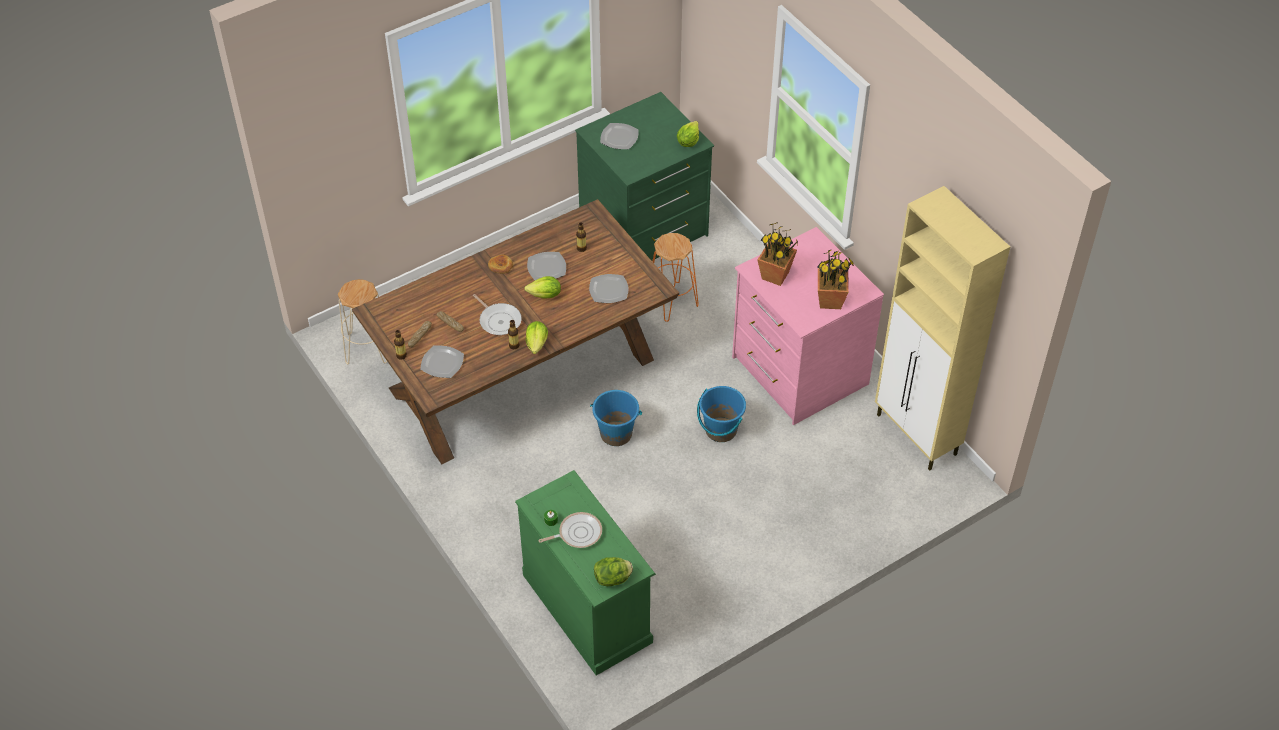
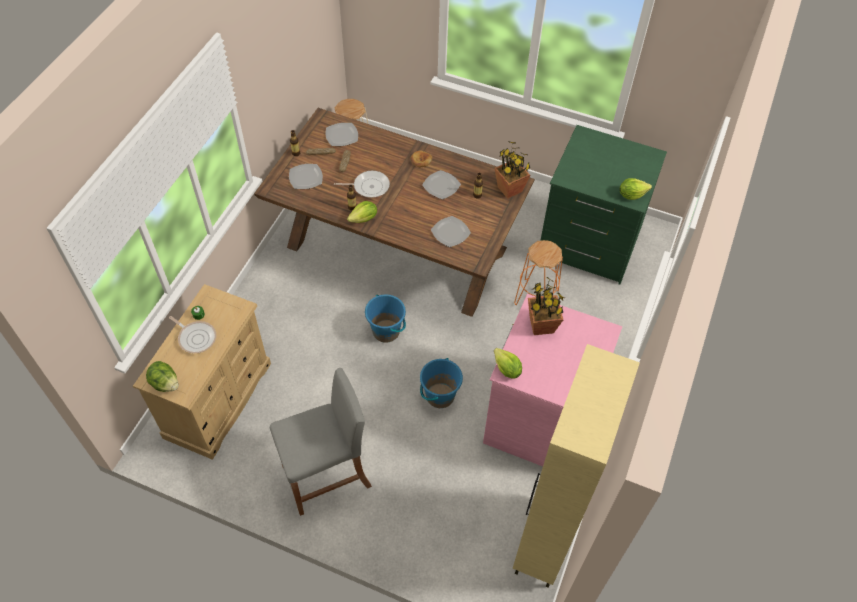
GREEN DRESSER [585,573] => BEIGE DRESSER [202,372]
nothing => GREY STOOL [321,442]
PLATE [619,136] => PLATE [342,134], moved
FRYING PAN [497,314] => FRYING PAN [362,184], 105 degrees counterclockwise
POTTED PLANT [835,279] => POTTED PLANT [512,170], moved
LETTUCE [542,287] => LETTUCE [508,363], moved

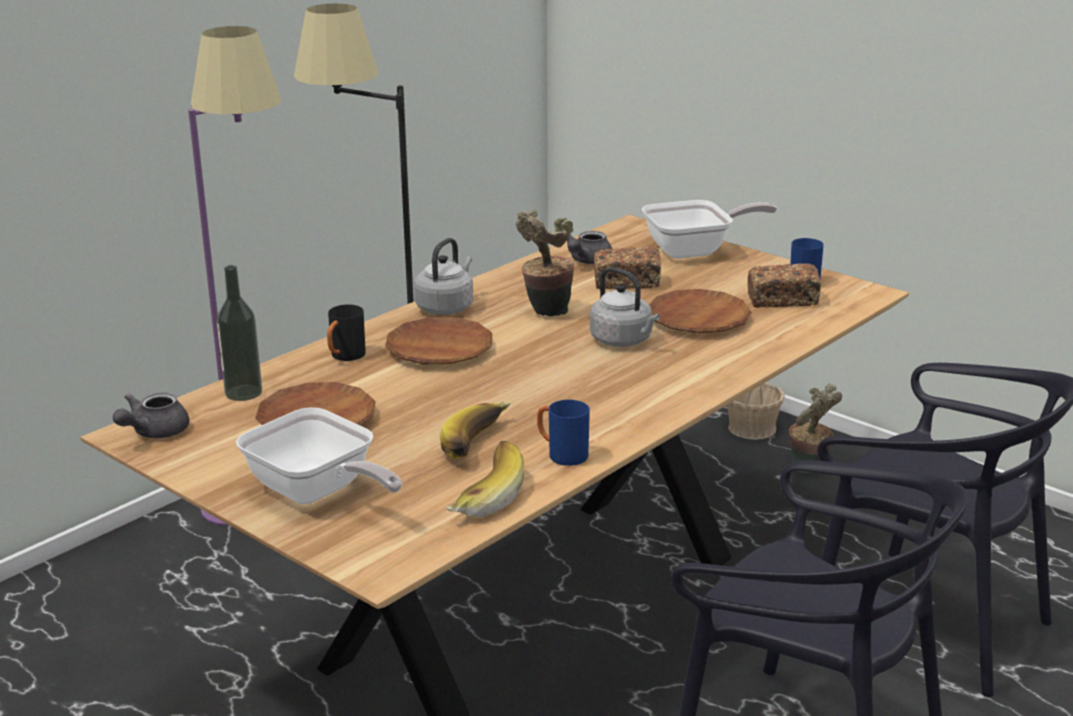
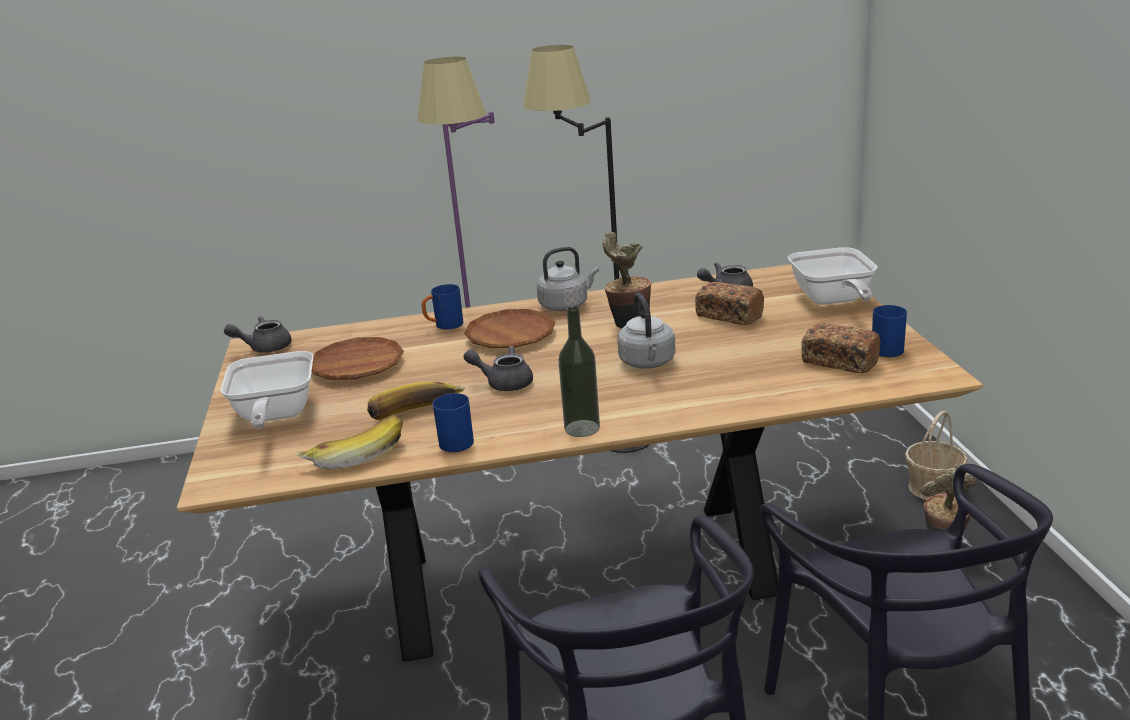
BLACK MUG [346,332] => BLUE MUG [442,307]
nothing => GREY TEAPOT [498,368]
BOTTLE [239,333] => BOTTLE [579,371], moved
FRYING PAN [709,229] => FRYING PAN [833,276], 60 degrees clockwise
BROWN PLATE [700,311] => nothing

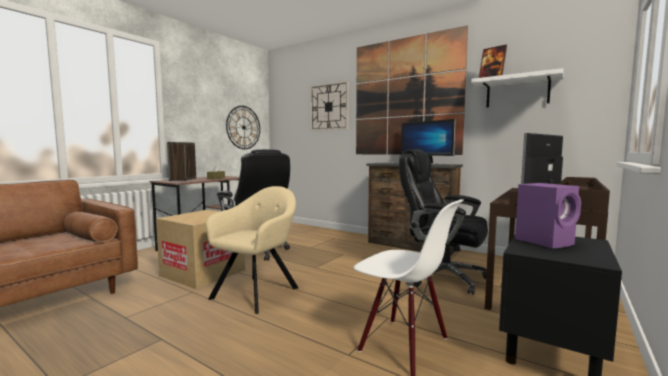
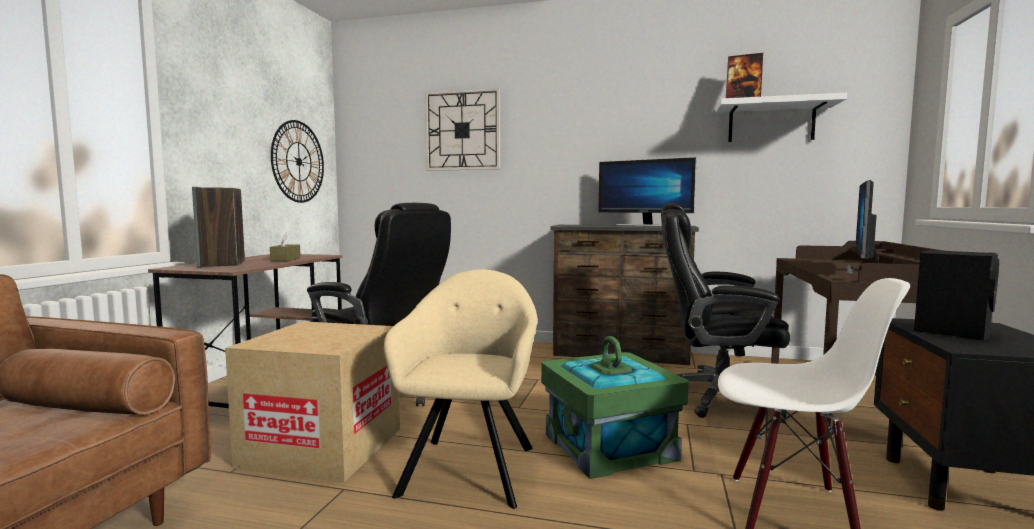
nothing => GREEN STORAGE BOX [615,407]
PURPLE SPEAKER [548,215] => BLACK SPEAKER [956,295]
PICTURE [412,90] => nothing

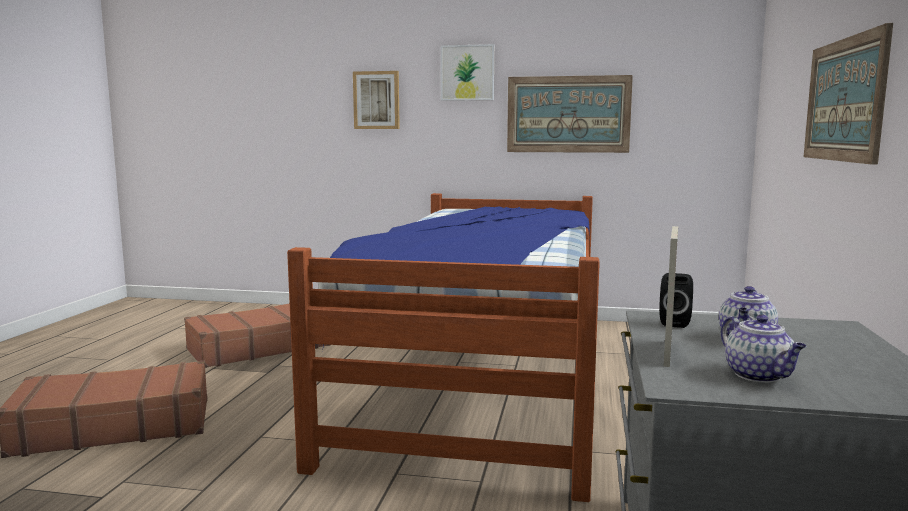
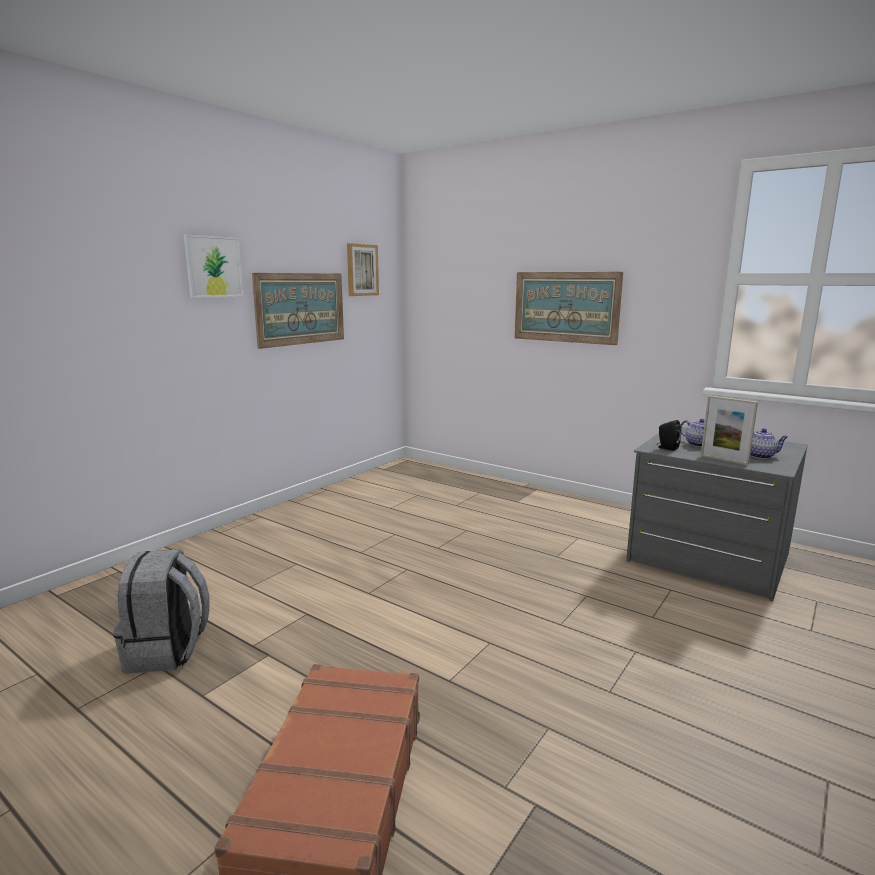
BROWN SUITCASE [257,335] => GREY BACKPACK [161,611]
PICTURE [376,100] => PICTURE [363,269], moved
BED [443,347] => nothing

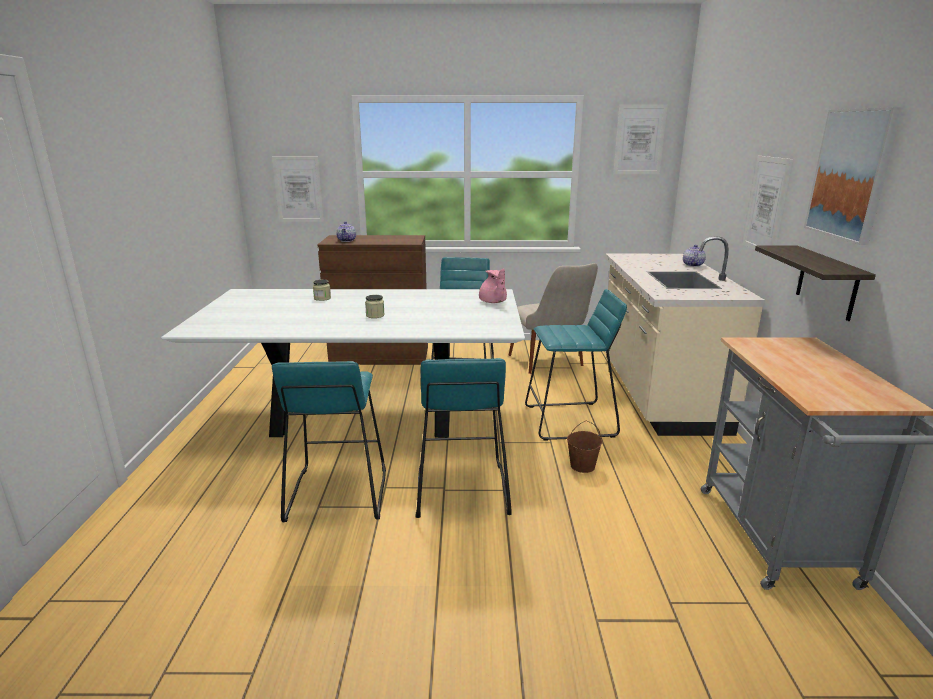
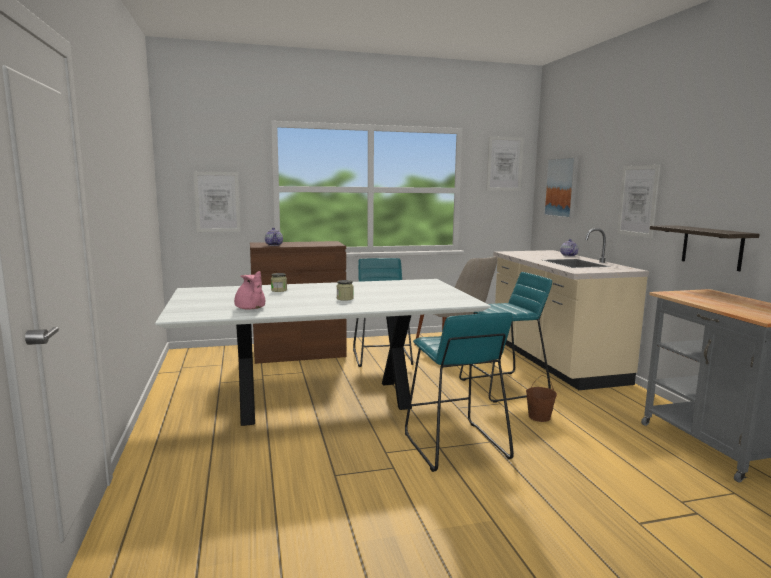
PINK TEAPOT [493,286] => PINK TEAPOT [249,290], moved
PICTURE [853,176] => PICTURE [561,187], moved
TURQUOISE STOOL [329,441] => nothing

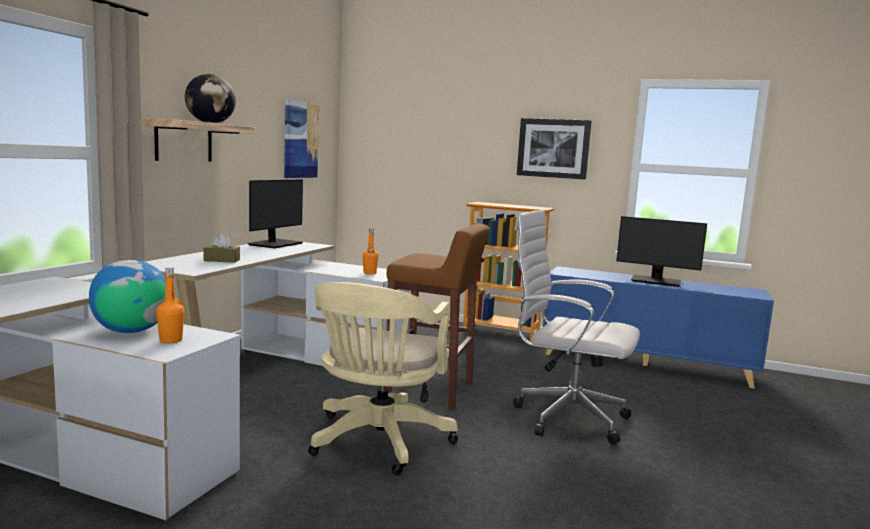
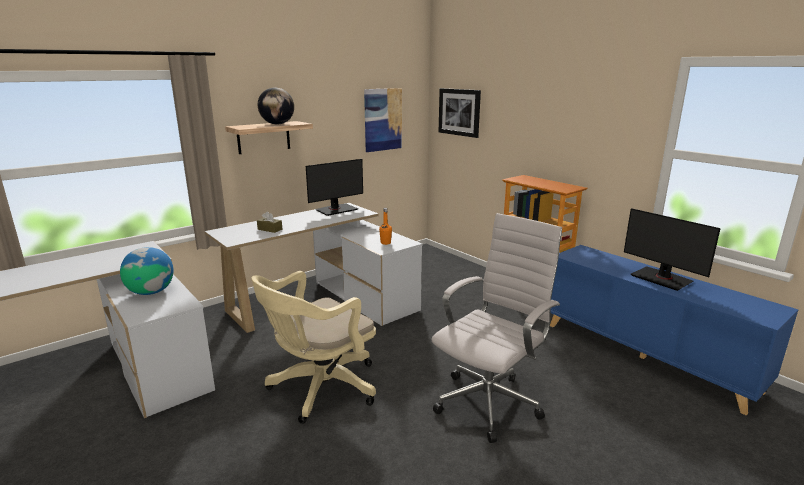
WHITE OFFICE CHAIR [576,327] => WHITE OFFICE CHAIR [497,328], 75 degrees clockwise
PICTURE [554,149] => PICTURE [460,113], moved
ORANGE BOTTLE [170,305] => nothing
BROWN STOOL [438,316] => nothing

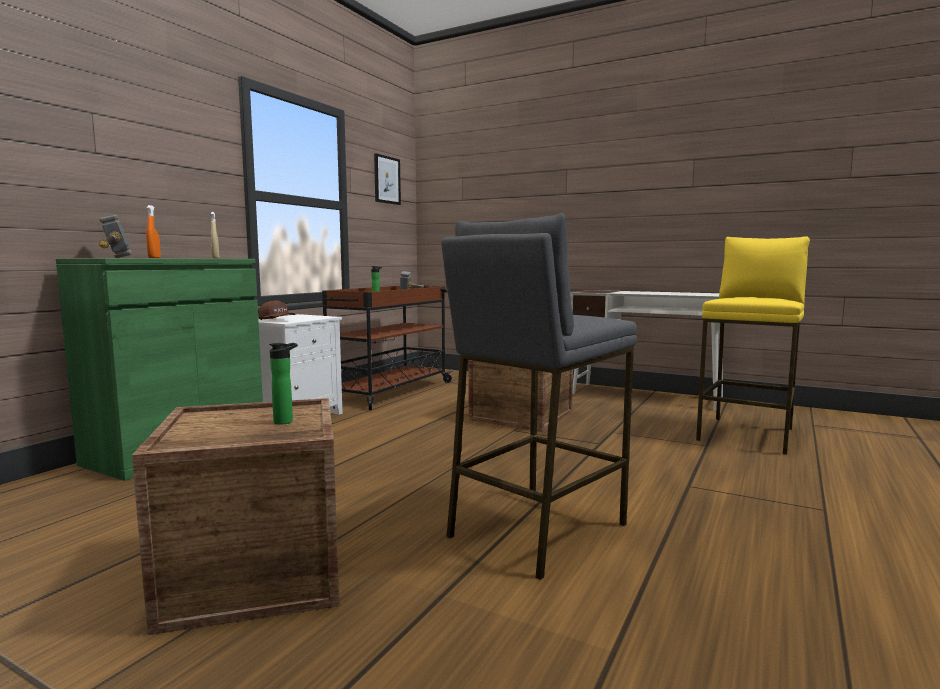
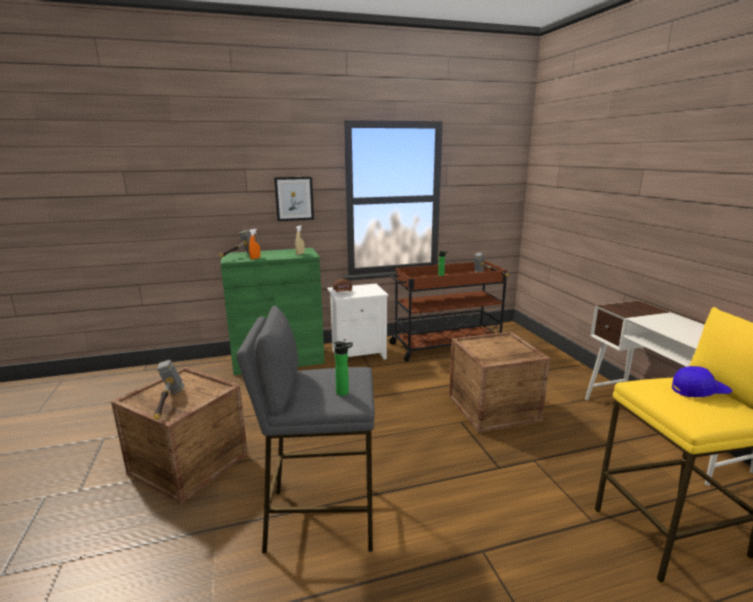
nothing => HAMMER [168,390]
PICTURE [387,179] => PICTURE [294,199], moved
BOTTLE [283,384] => BOTTLE [343,368], moved
nothing => BLUE CAP [702,381]

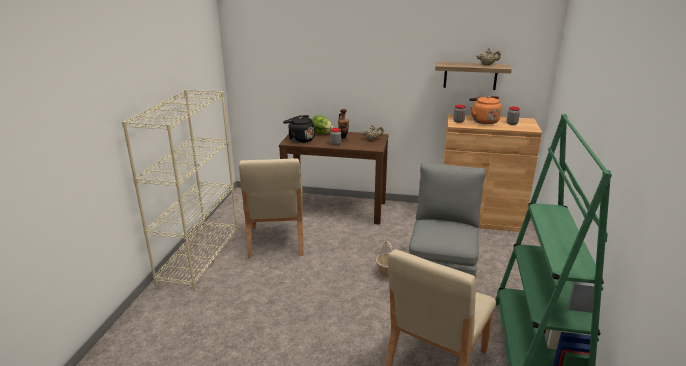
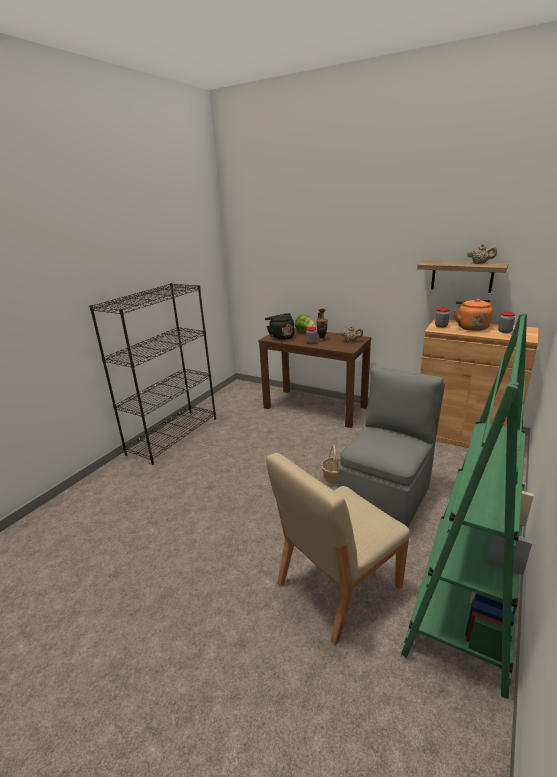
BEIGE BOOKCASE [180,190] => BLACK BOOKCASE [152,374]
BEIGE CHAIR [271,208] => nothing

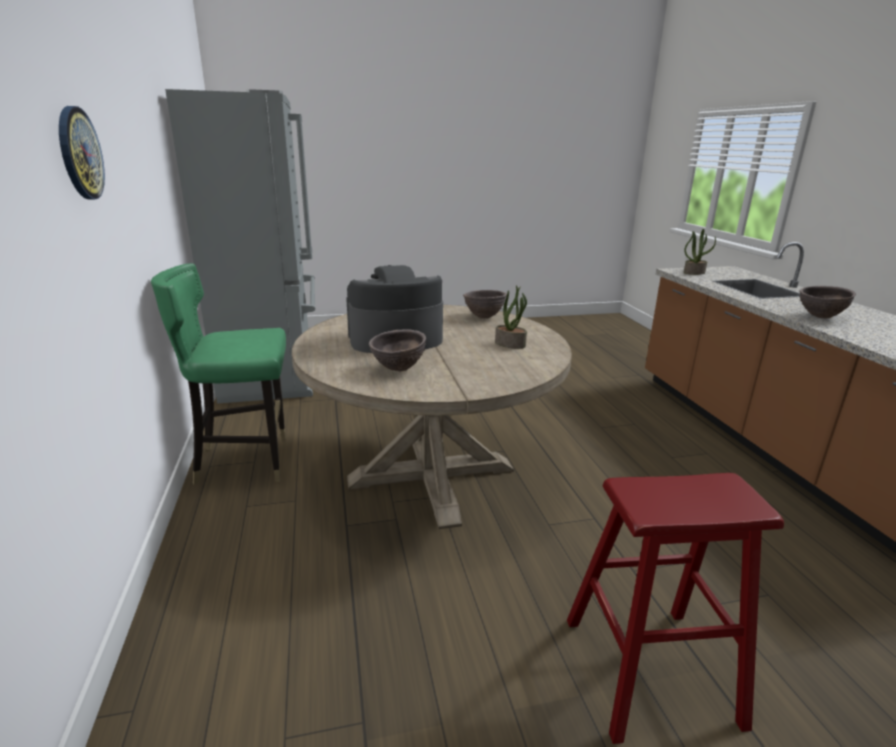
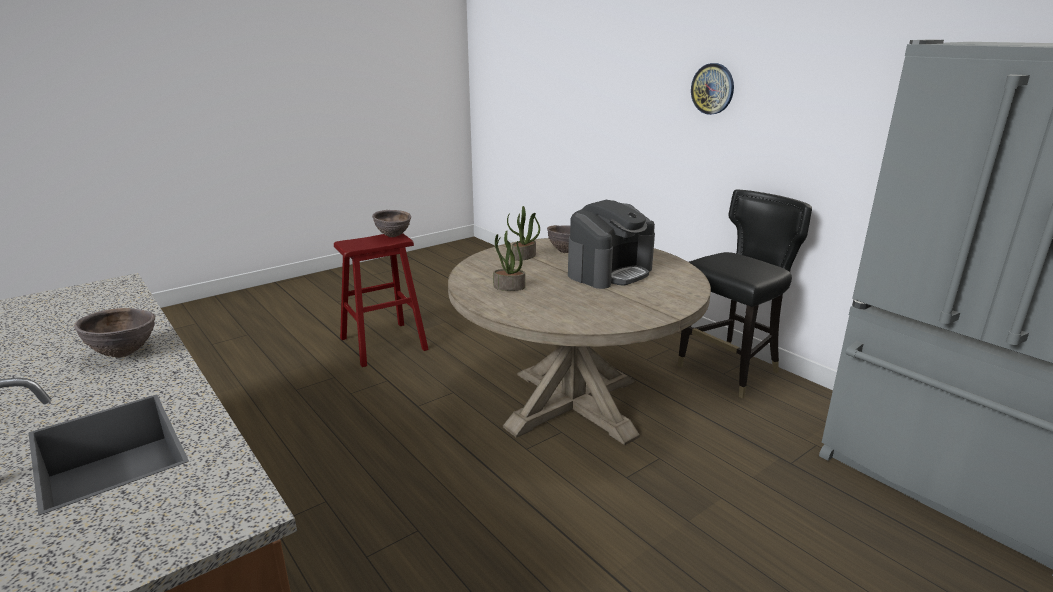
BROWN BOWL [485,304] => BROWN BOWL [391,223], moved
POTTED PLANT [700,252] => POTTED PLANT [523,233], moved
GREEN CHAIR [218,374] => BLACK CHAIR [744,294]

